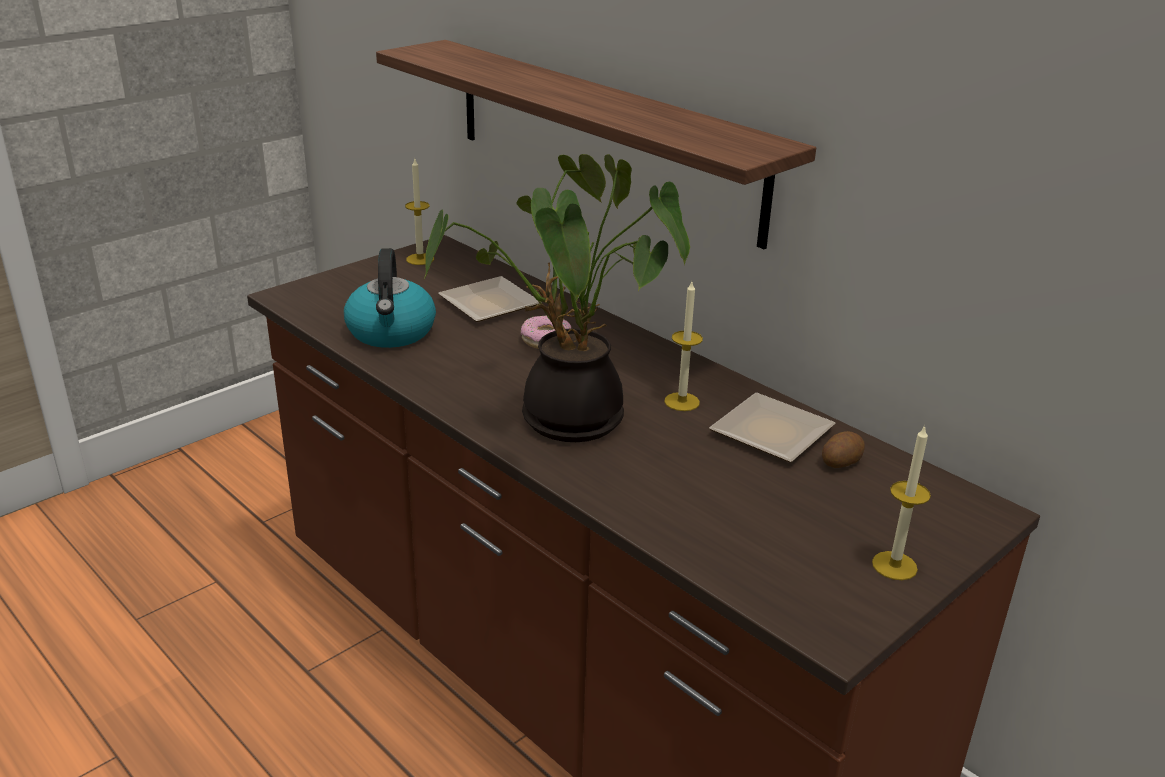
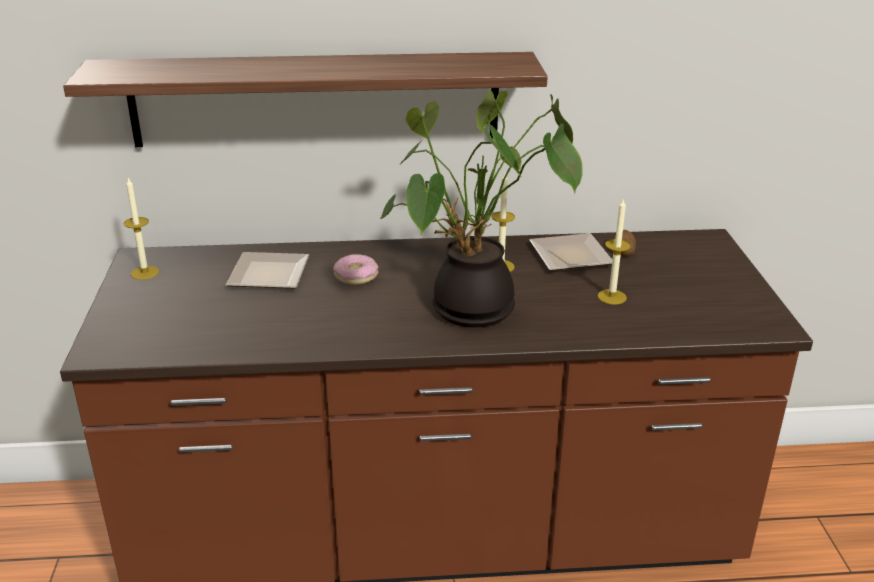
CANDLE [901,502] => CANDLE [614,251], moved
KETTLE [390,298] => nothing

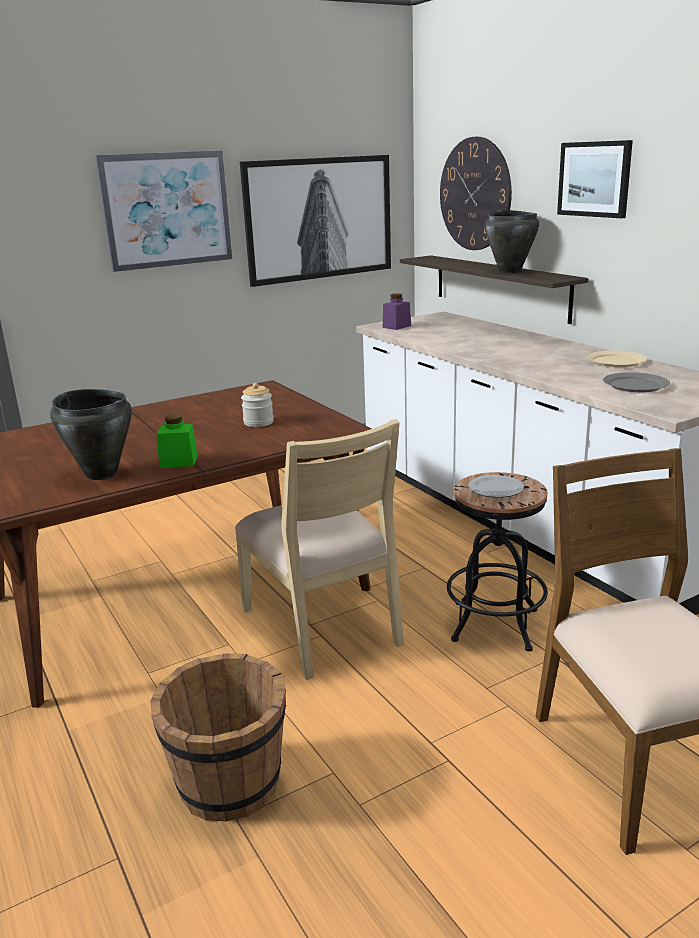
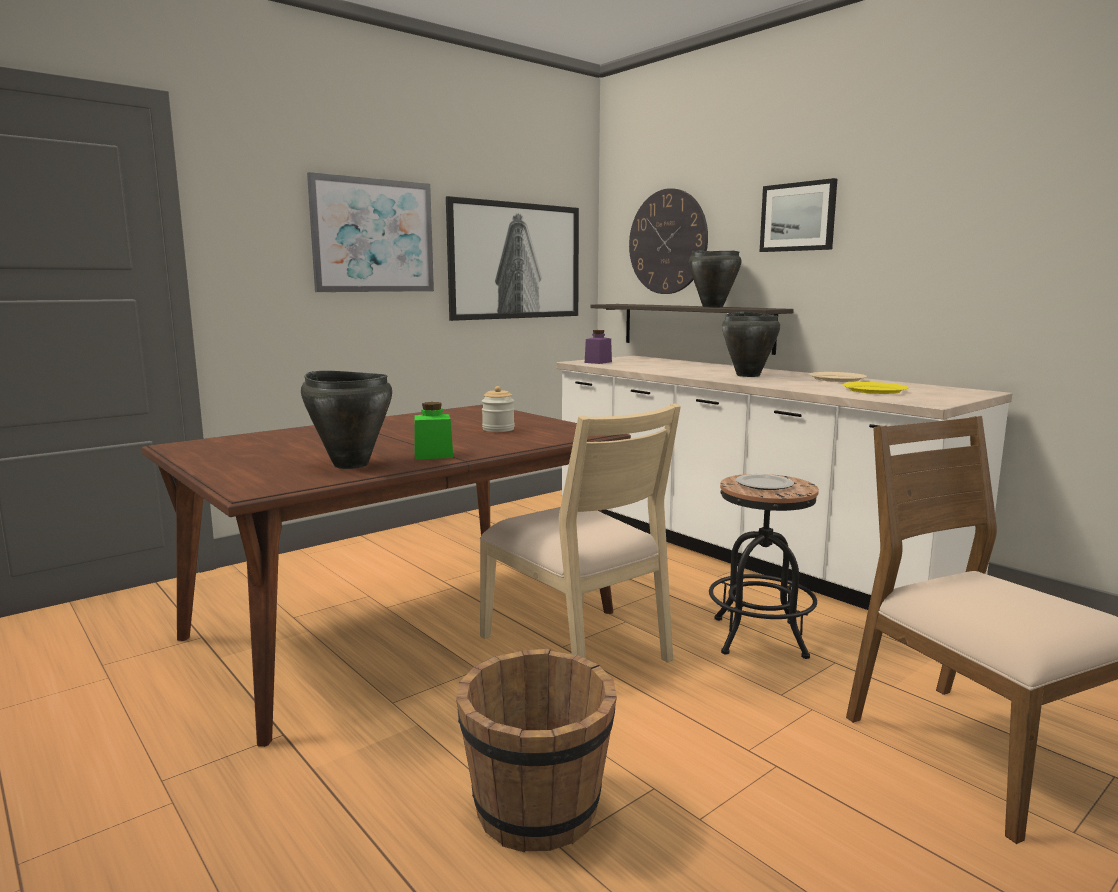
nothing => BLACK COOKING POT [751,344]
GREY PLATE [636,382] => YELLOW PLATE [875,388]

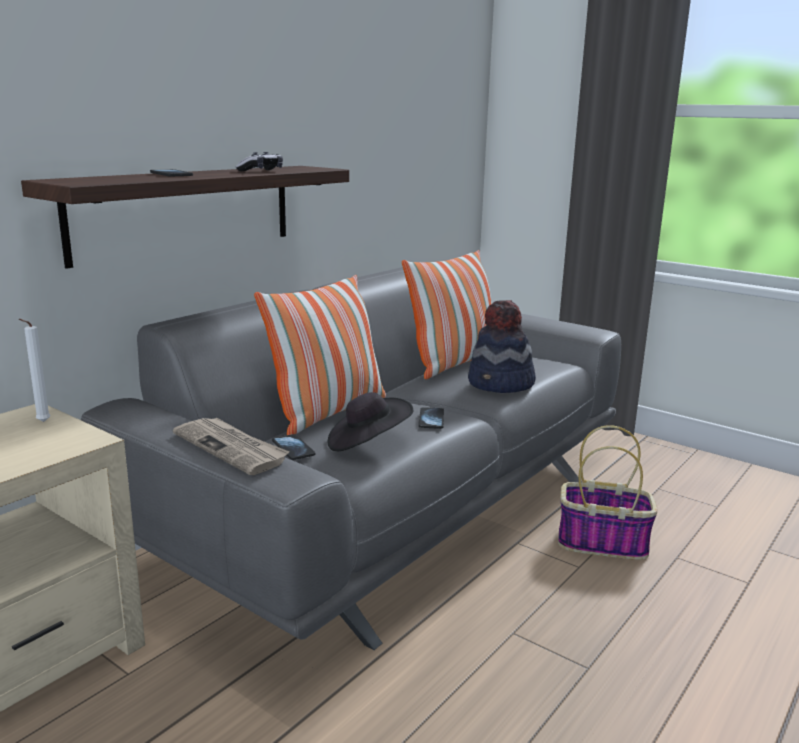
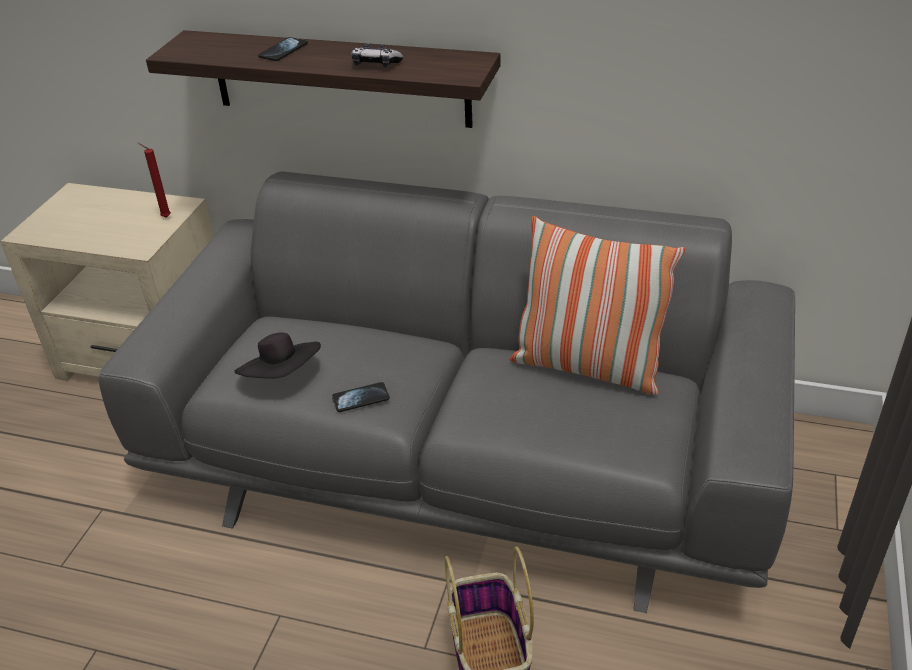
WHITE CANDLE [35,370] => RED CANDLE [154,180]
NEWSPAPER [231,446] => nothing
PILLOW [320,355] => nothing
PHONE [293,447] => nothing
HAT [502,346] => nothing

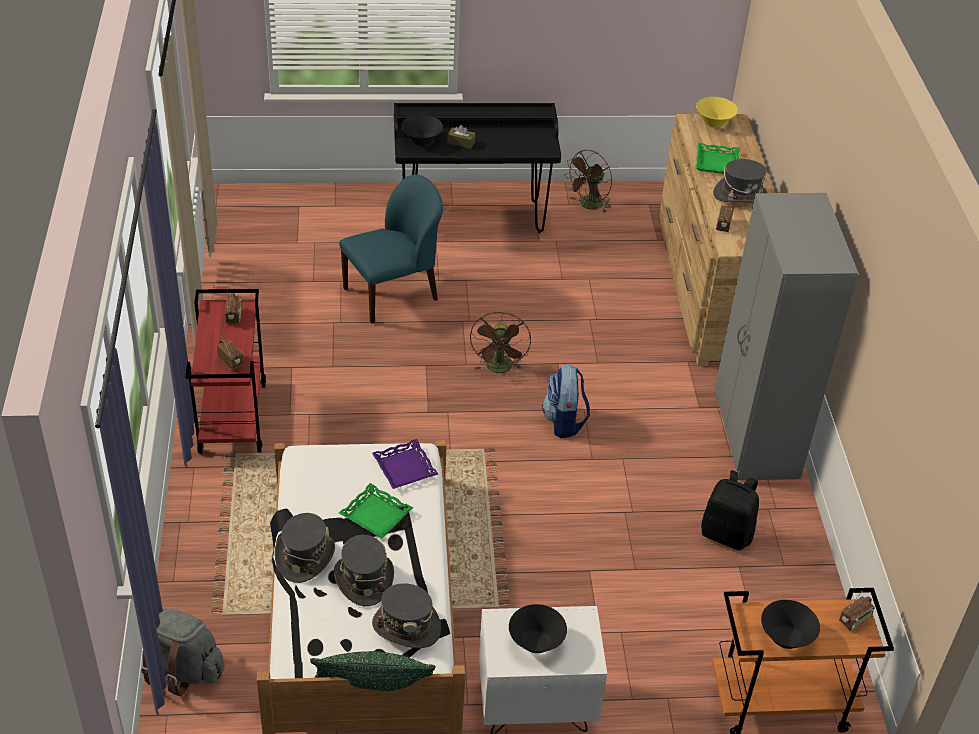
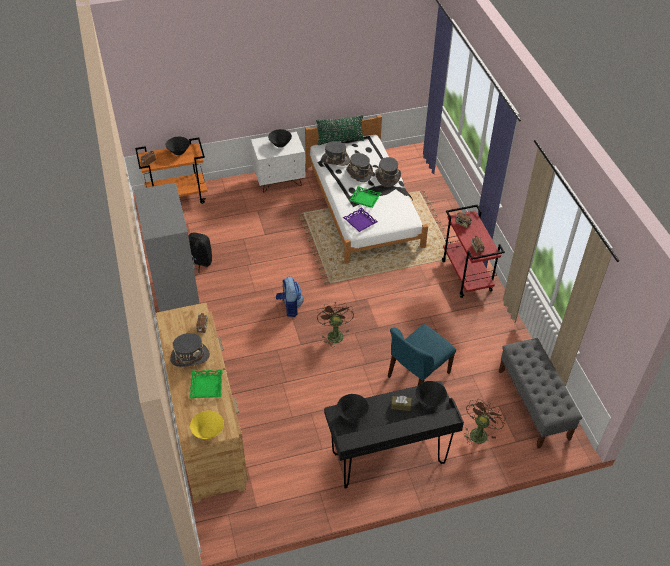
nothing => BLACK BOWL [353,407]
BROWN FAN [588,181] => BROWN FAN [484,422], moved
nothing => GREY BENCH [540,393]
GREY BACKPACK [183,652] => nothing

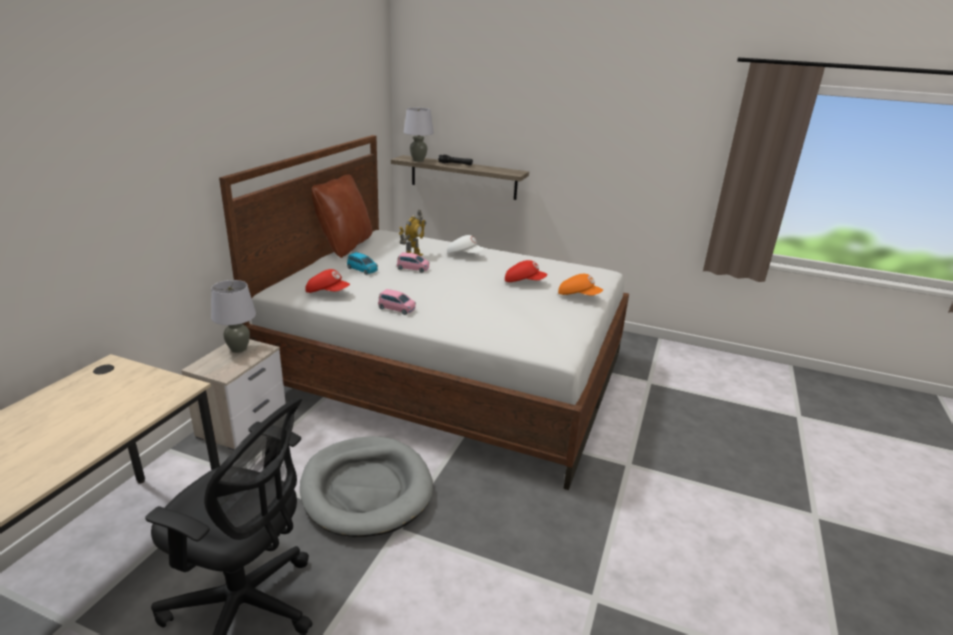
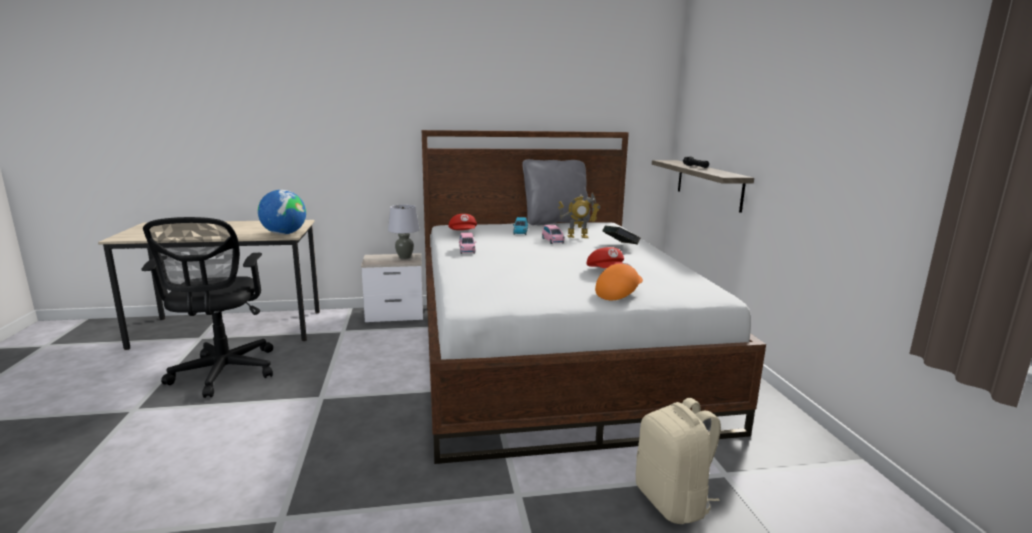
nothing => GLOBE [282,212]
BROWN PILLOW [342,216] => GREY PILLOW [556,192]
ORANGE CAP [580,285] => ORANGE CAP [619,281], 135 degrees counterclockwise
WHITE CAP [465,244] => BOOK [621,234]
nothing => BEIGE BACKPACK [678,461]
GREY DOG BED [366,486] => nothing
GREY TABLE LAMP [419,135] => nothing

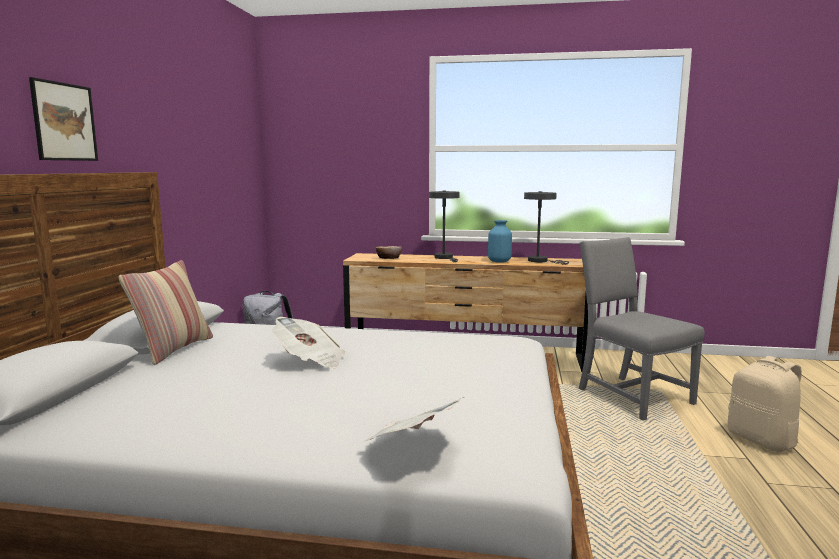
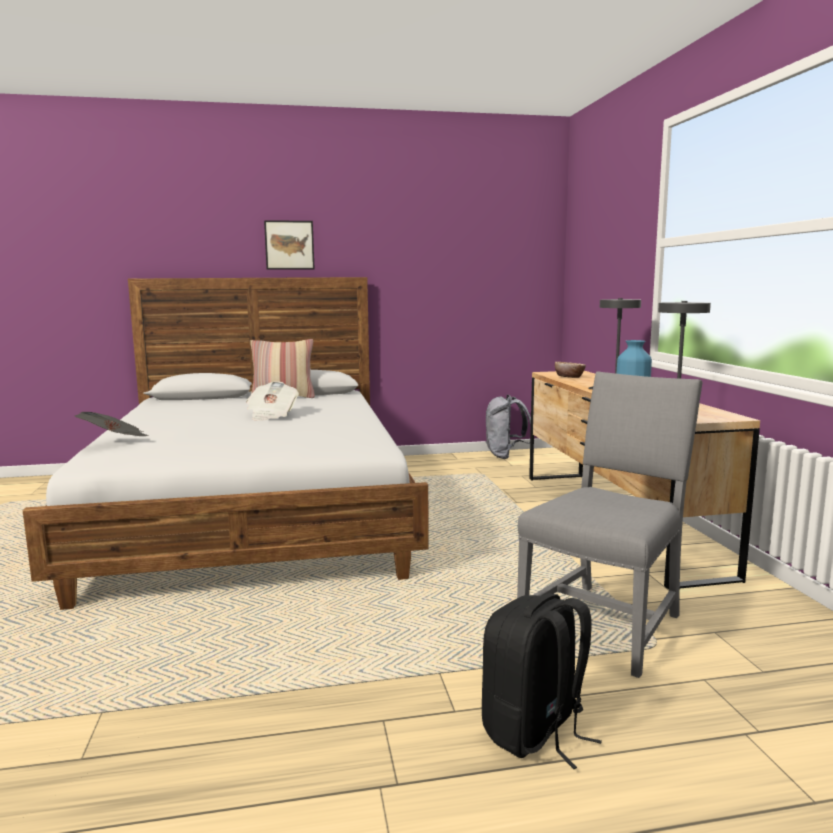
BEIGE BACKPACK [765,404] => BLACK BACKPACK [542,681]

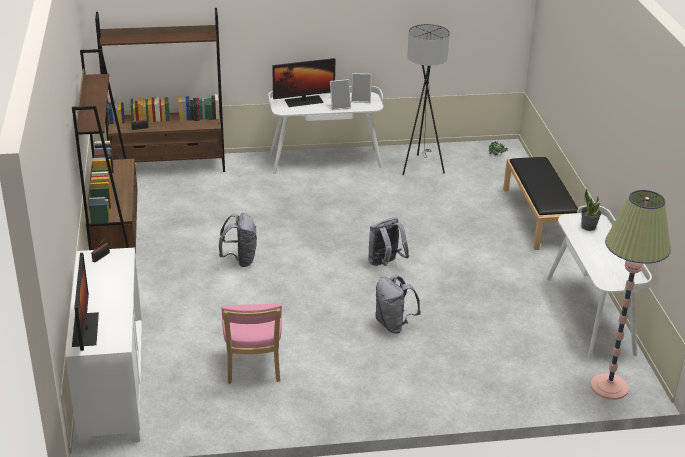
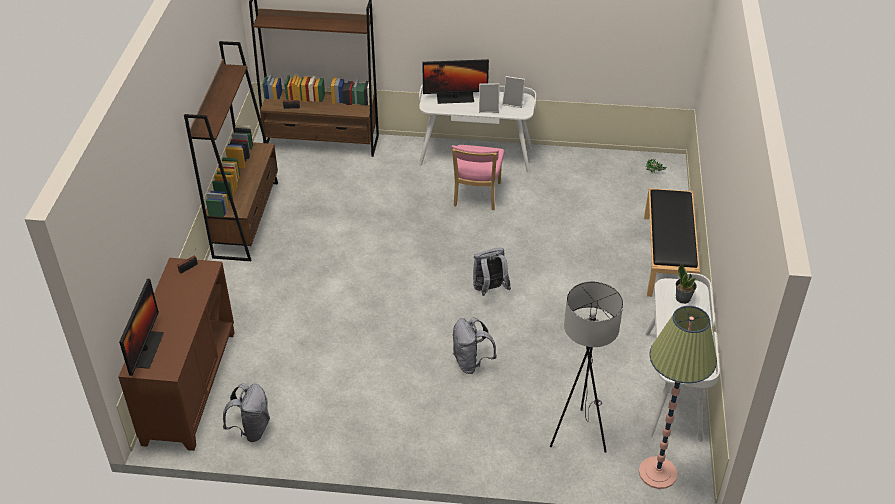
WHITE CABINET [103,347] => BROWN CABINET [176,354]
GREY BACKPACK [238,240] => GREY BACKPACK [246,412], moved
PINK CHAIR [251,344] => PINK CHAIR [477,177], moved
GREY FLOOR LAMP [426,99] => GREY FLOOR LAMP [586,367], moved

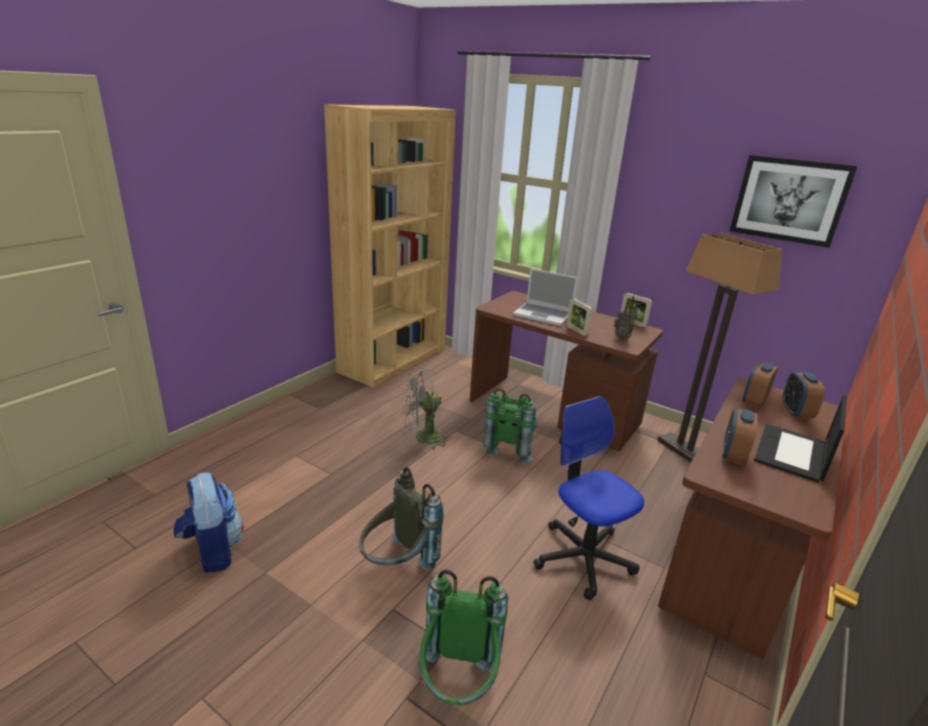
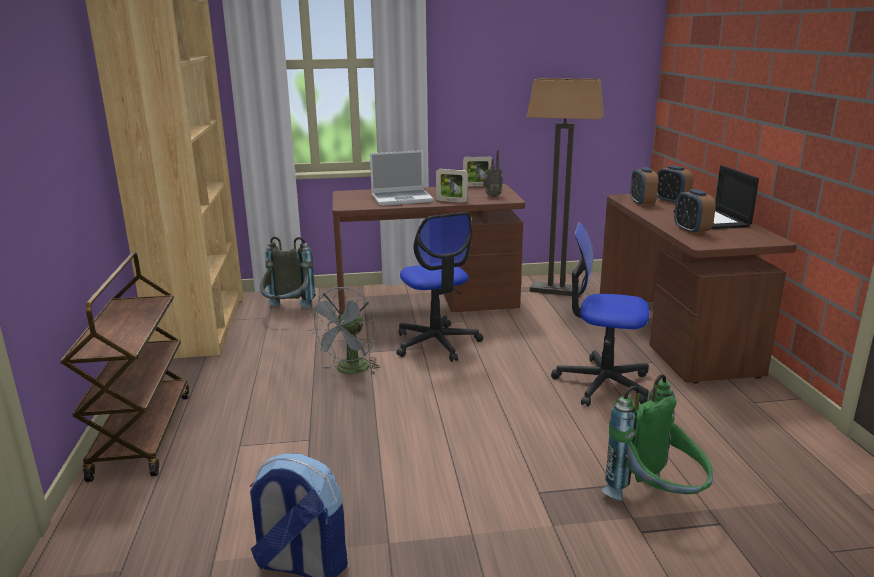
nothing => BROWN CART [124,367]
GREY BACKPACK [401,519] => GREY BACKPACK [287,272], moved
GREEN BACKPACK [510,426] => OFFICE CHAIR [439,287]
PICTURE [793,201] => nothing

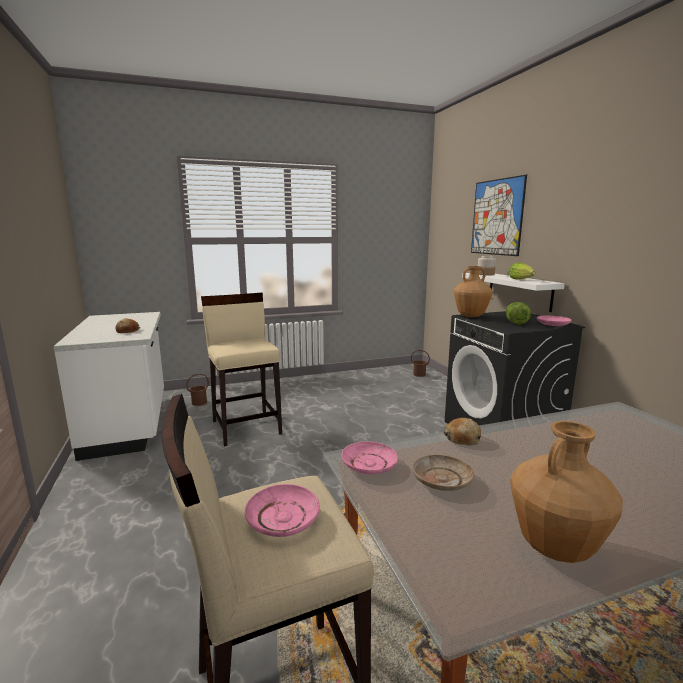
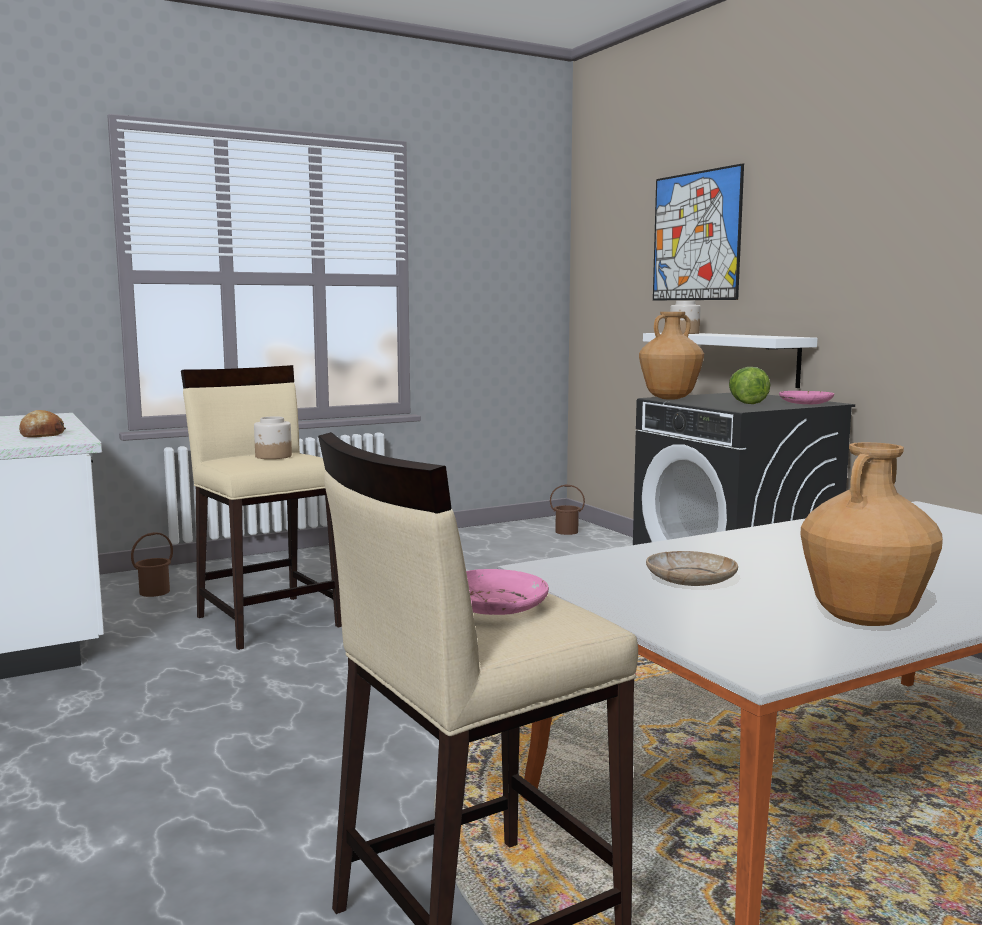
nothing => JAR [273,437]
PINK PLATE [370,457] => nothing
BREAD [462,432] => nothing
LETTUCE [522,271] => nothing

